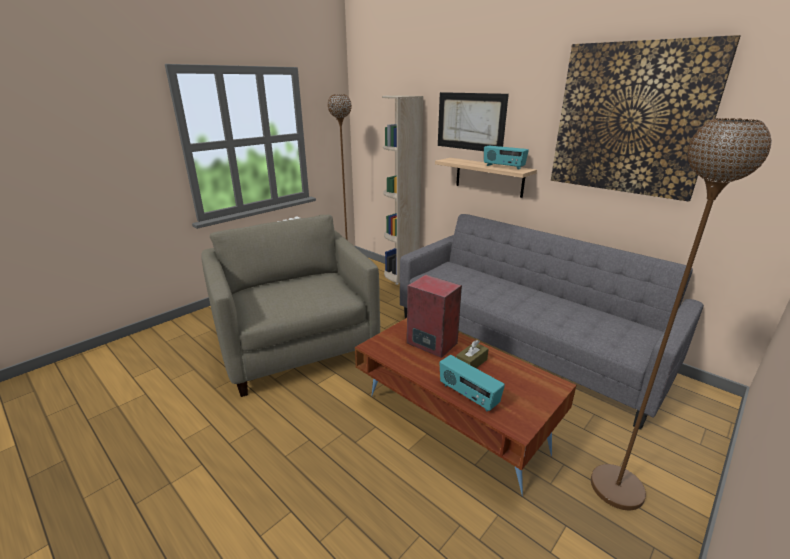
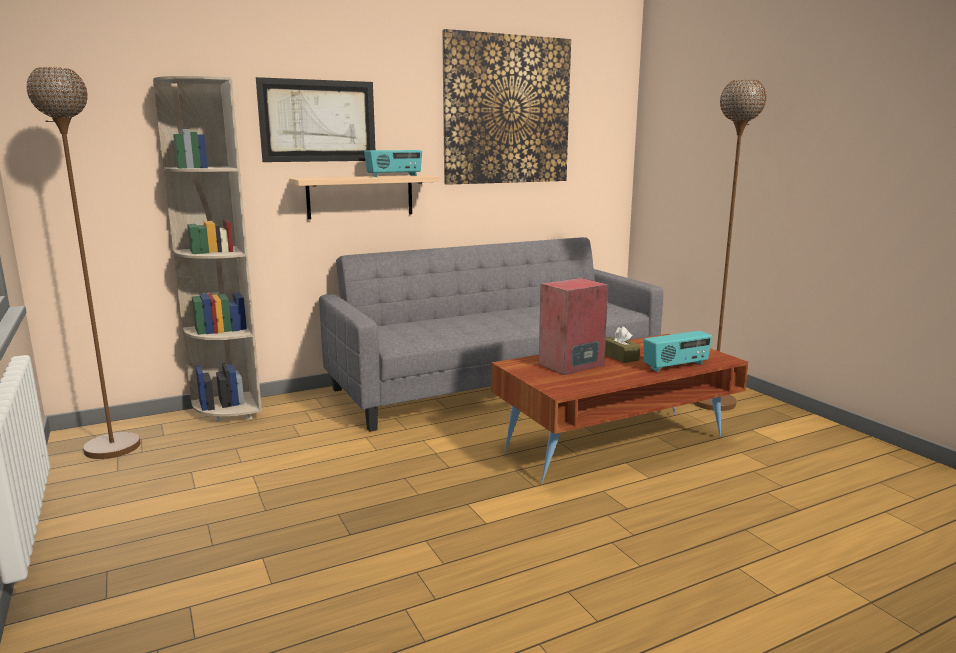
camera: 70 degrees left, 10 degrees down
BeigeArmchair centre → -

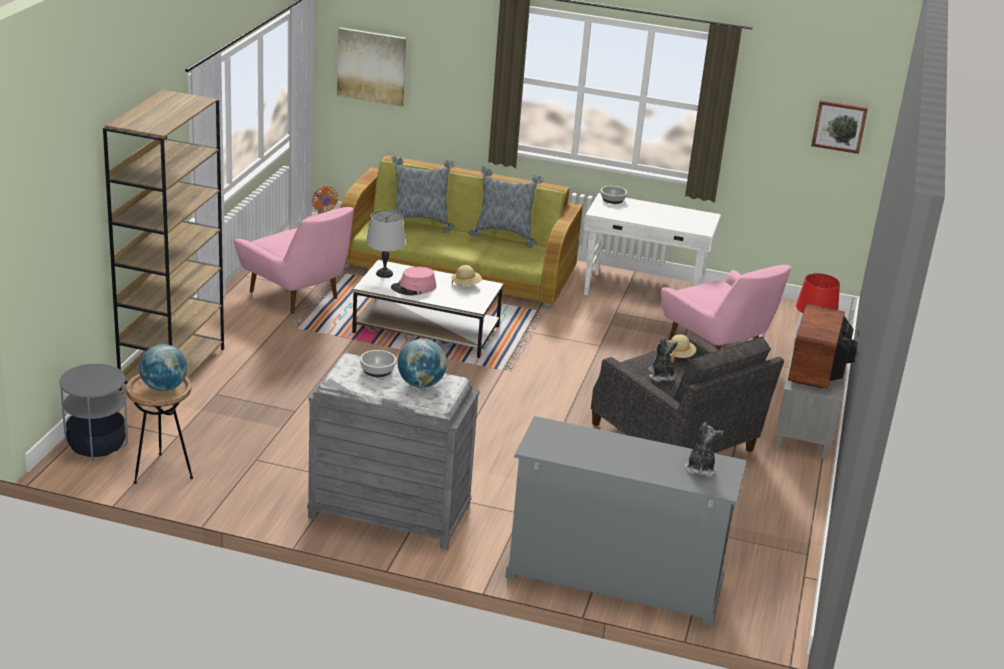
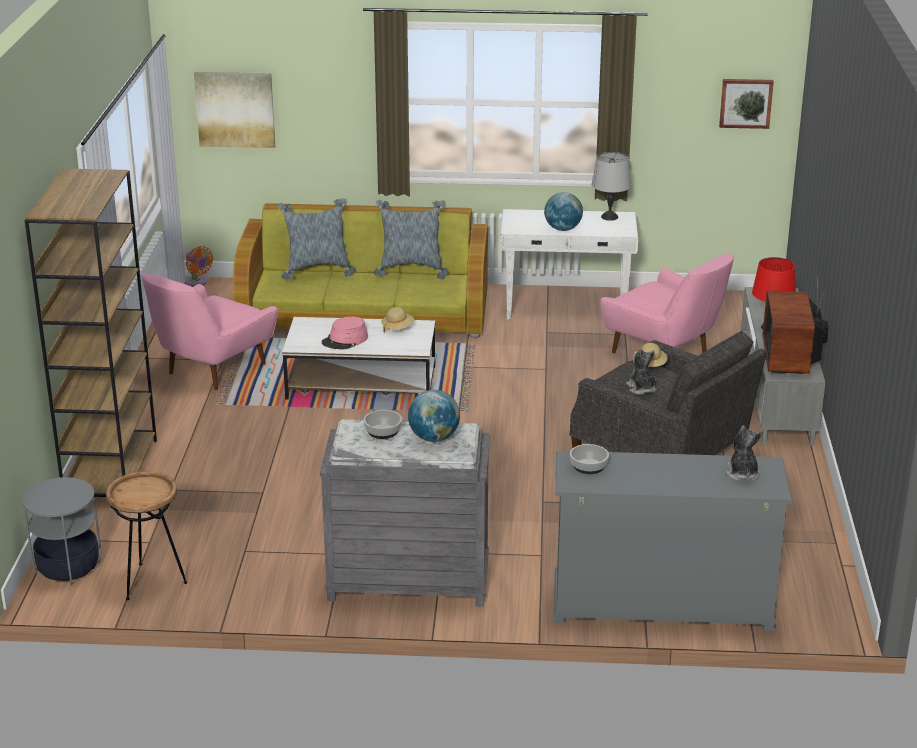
camera: 10 degrees left, 0 degrees up
Bowl (2nd from left) top centre → Bowl (2nd from left) centre, move
PinkArmchair (1st from left) middle left, 90 degrees clockwise
GreyTableLamp centre → GreyTableLamp top centre, move
Globe (1st from left in the first image) middle left → Globe (2nd from left) top centre, move

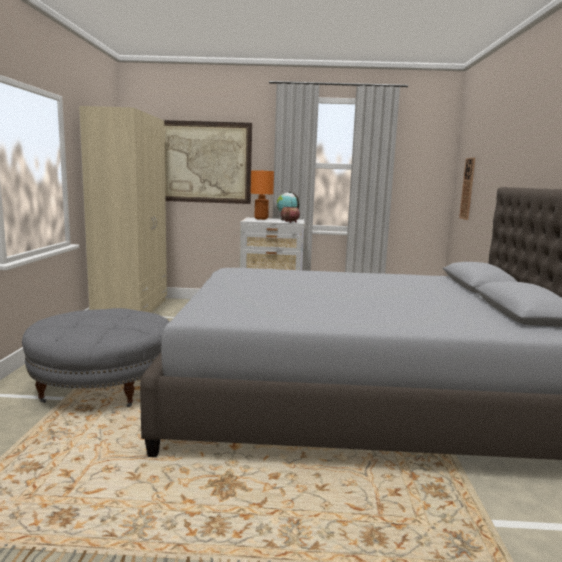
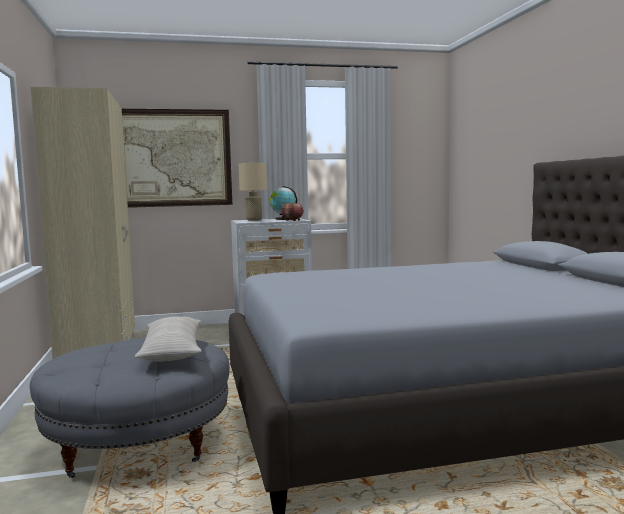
camera: 15 degrees left, 5 degrees down
WallClock middle right → -
OrangeTableLamp centre → BeigeTableLamp centre
- → BeigePillow middle left

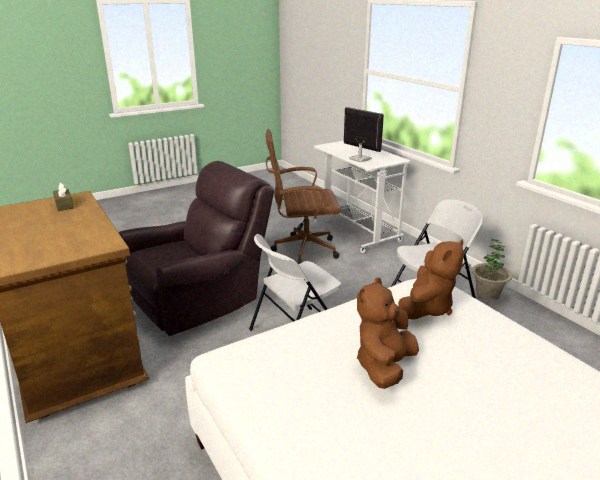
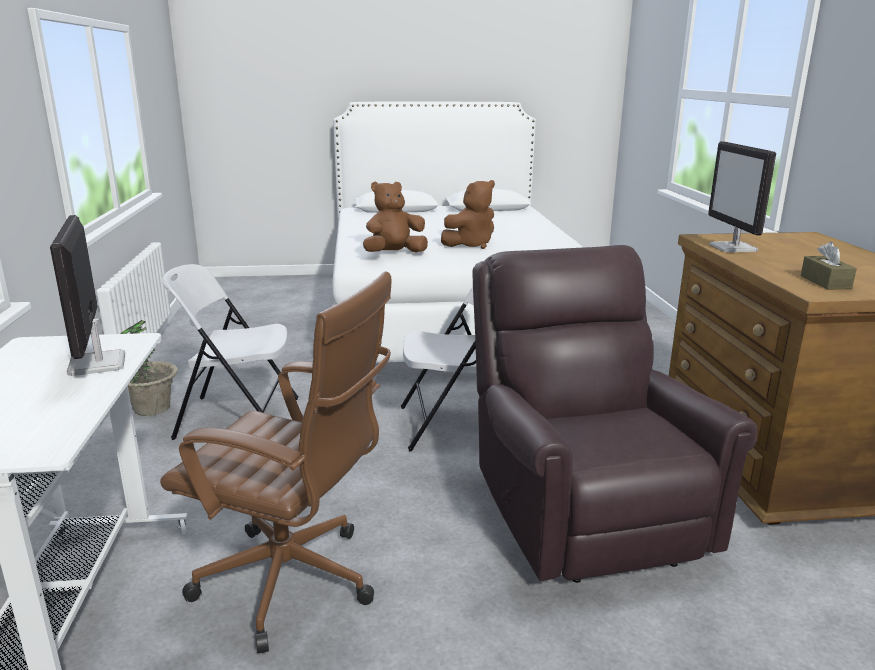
camera: 155 degrees left, 5 degrees down
BrownArmchair middle left → BrownArmchair middle right, 90 degrees clockwise
- → Monitor (2nd from left) top right

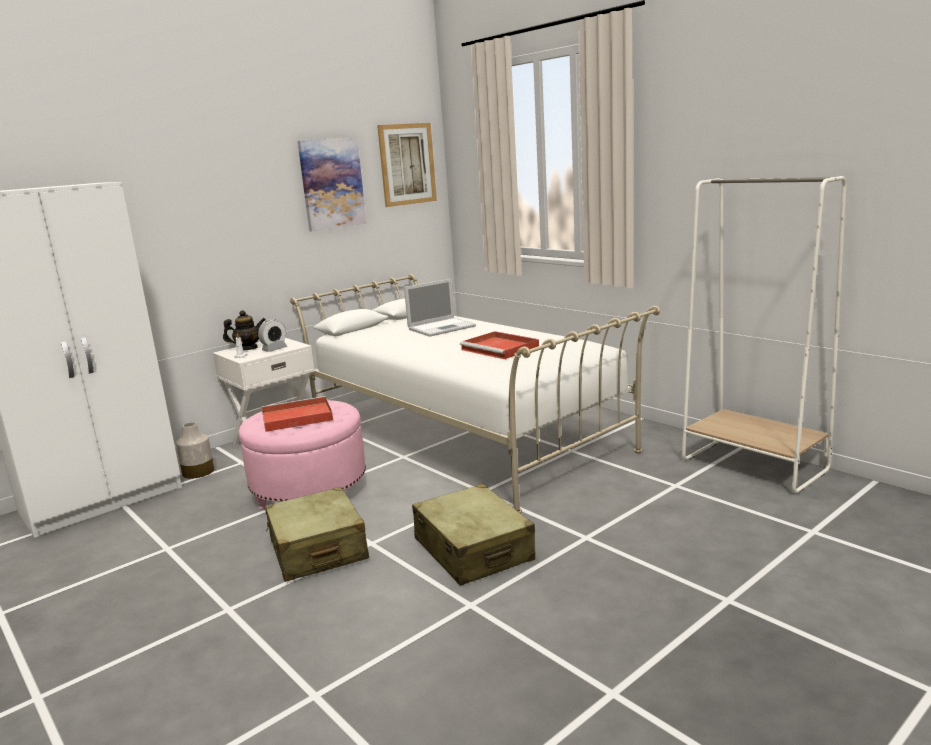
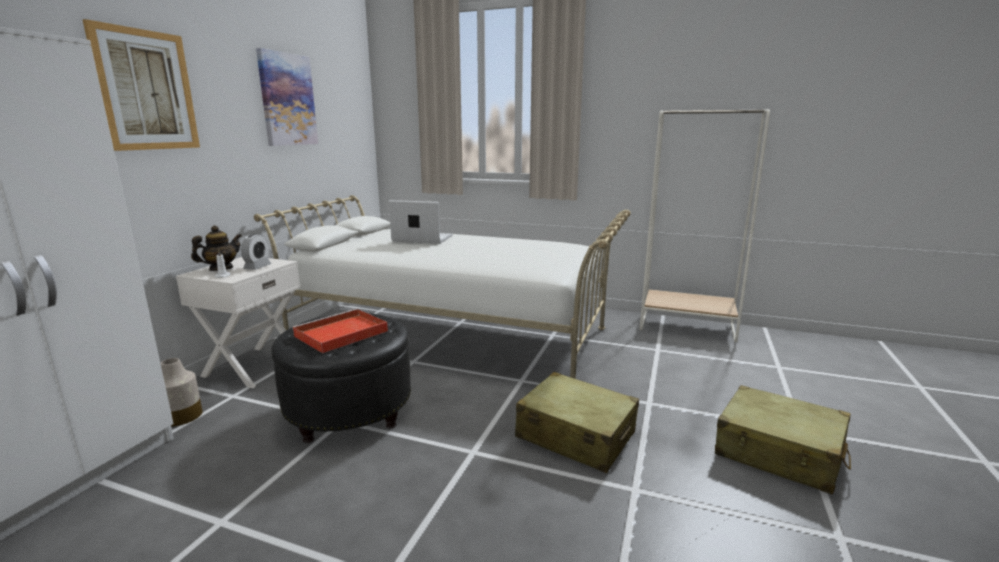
camera: 30 degrees left, 0 degrees up
Picture (2nd from left in the first image) top centre → Picture (1st from left) top left, move
Laptop centre, 105 degrees counterclockwise
RedTray (2nd from left) centre → -
PinkOttoman middle left → BlackOttoman bottom centre
BeigeSuitcase (1st from left in the first image) bottom centre → BeigeSuitcase (2nd from left) bottom right, move

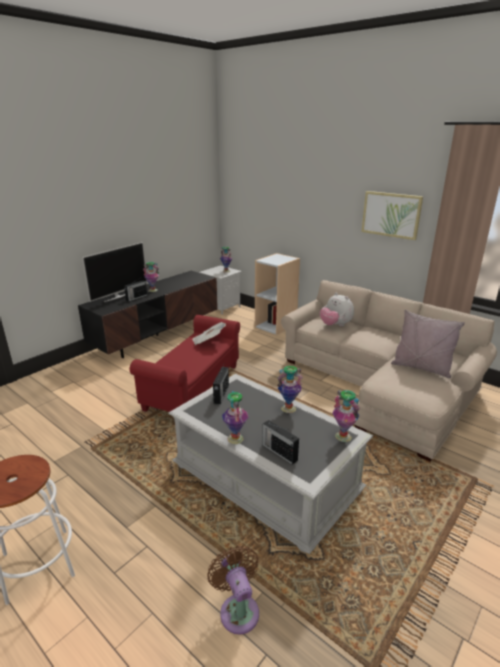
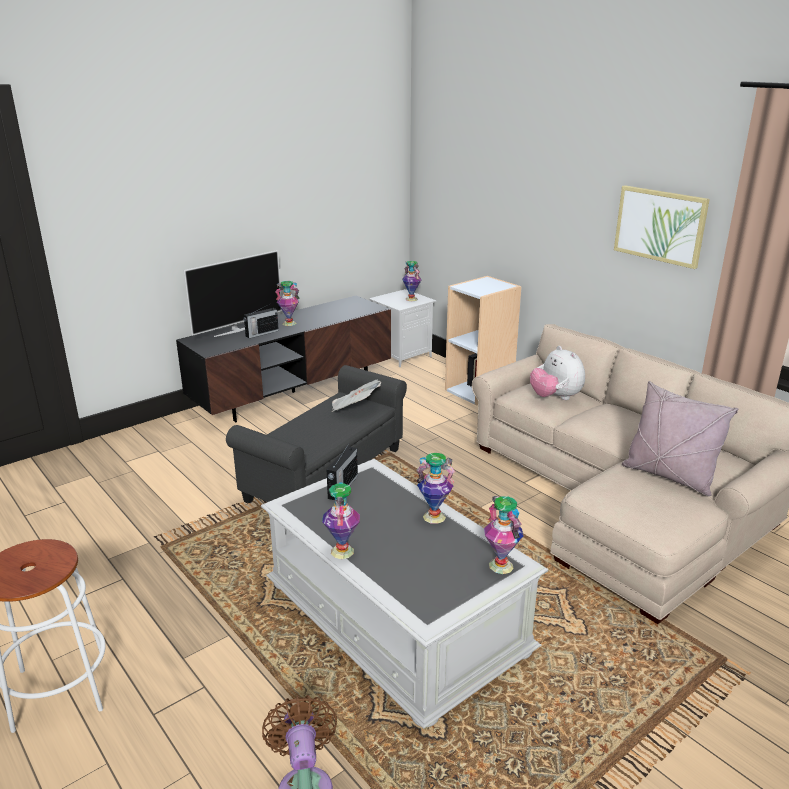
camera: 10 degrees right, 0 degrees up
RedOttoman centre → GreyOttoman centre
Radio (3rd from left) centre → -

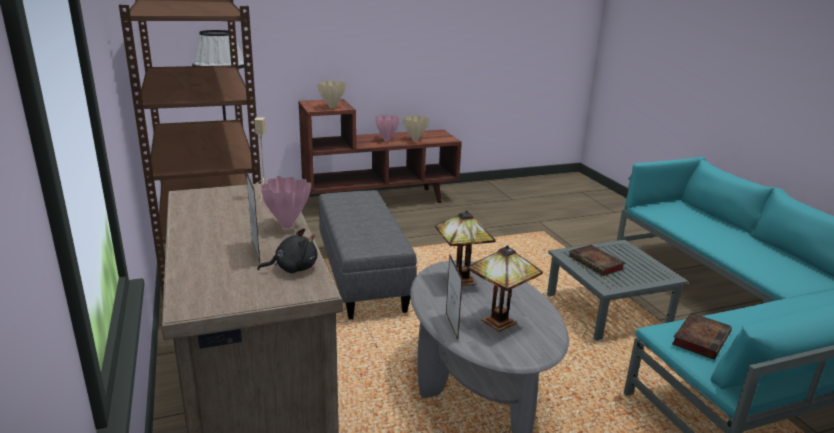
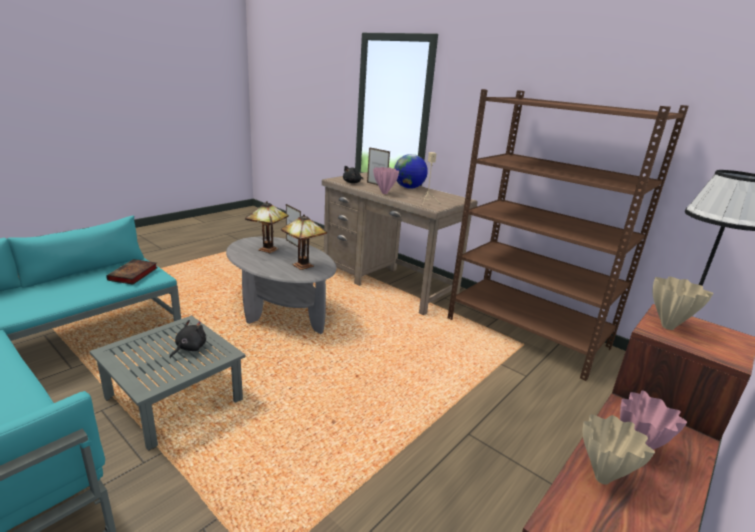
camera: 150 degrees right, 0 degrees up
GreyOttoman centre → -
Book (1st from left) middle right → BlackPlushToy (1st from left) middle left
- → Globe top centre

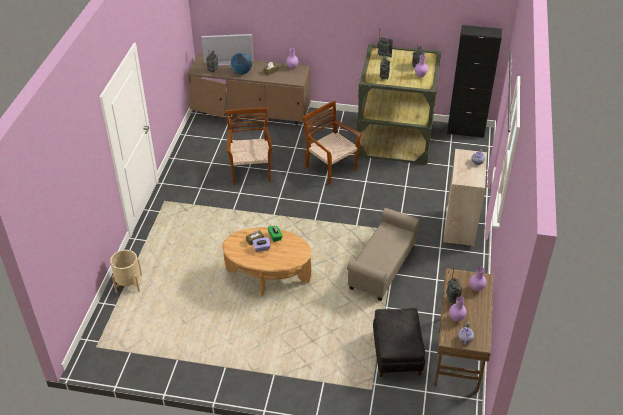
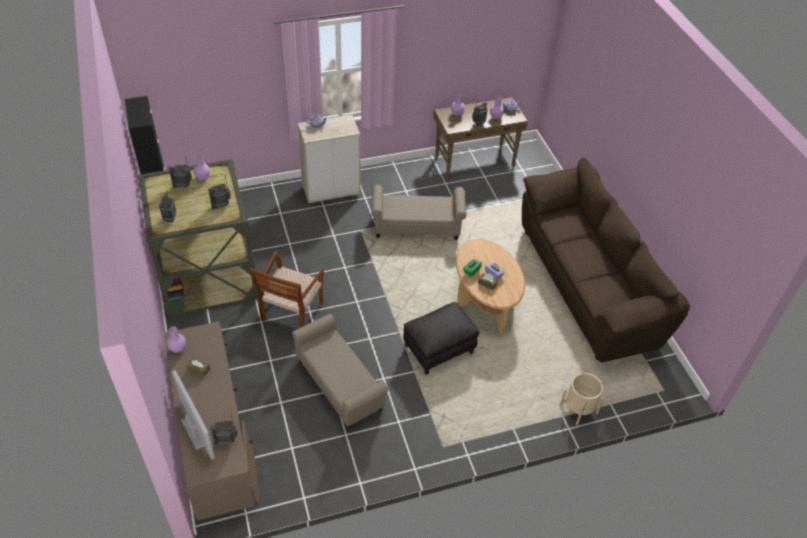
camera: 120 degrees left, 5 degrees up
Globe top centre → -
BrownArmchair (1st from left) centre → BeigeOttoman (1st from left) bottom centre
BlackOttoman bottom centre → BlackOttoman centre, move
- → BrownSofa middle right

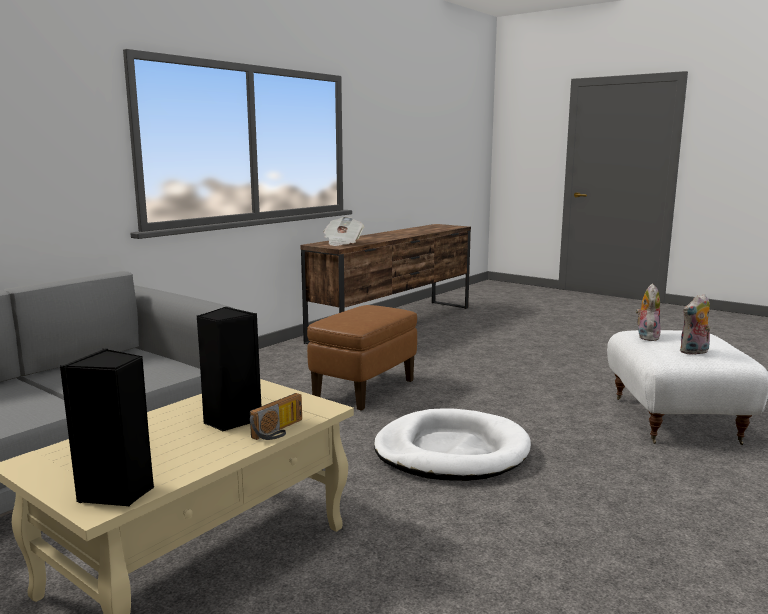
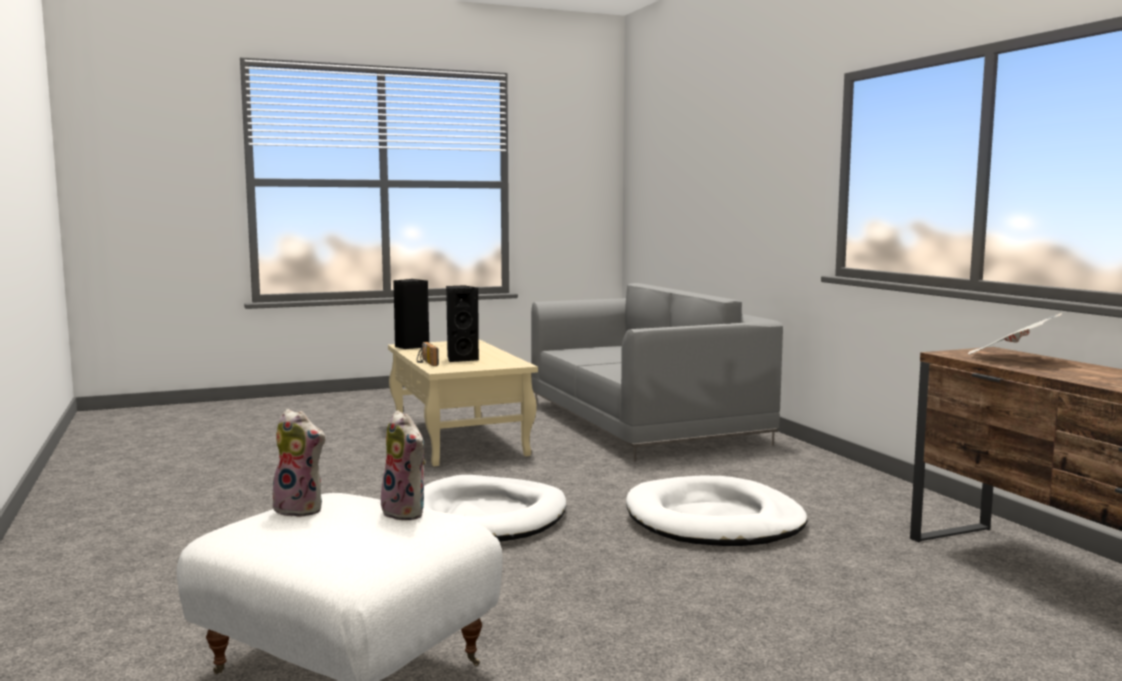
camera: 120 degrees right, 5 degrees down
PlushToy (2nd from left in the first image) middle right → PlushToy (1st from left) bottom left, 105 degrees clockwise
BrownOttoman centre → WhiteDogBed (2nd from left) bottom centre

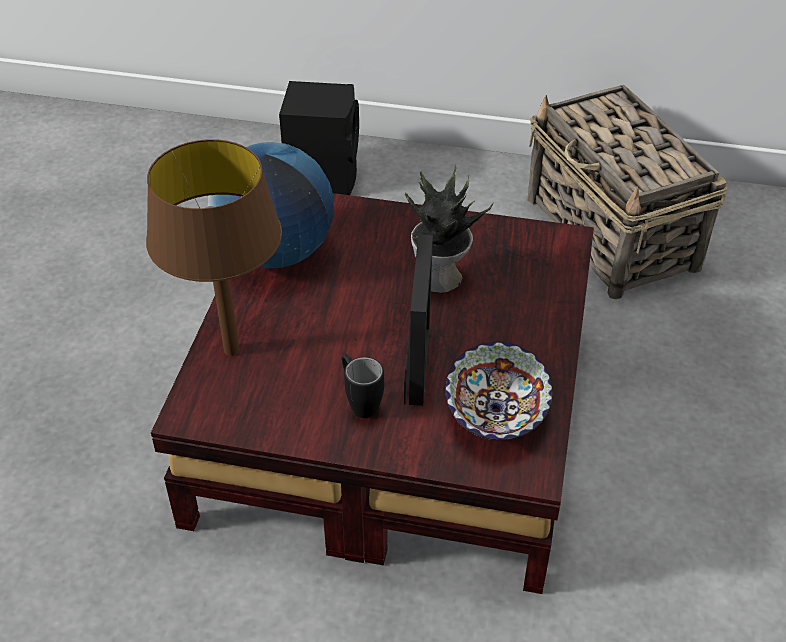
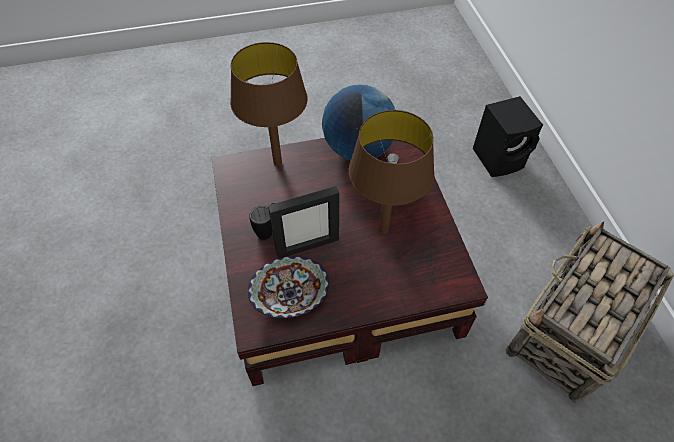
camera: 65 degrees right, 10 degrees up
PottedPlant centre → BrownTableLamp (2nd from left) centre

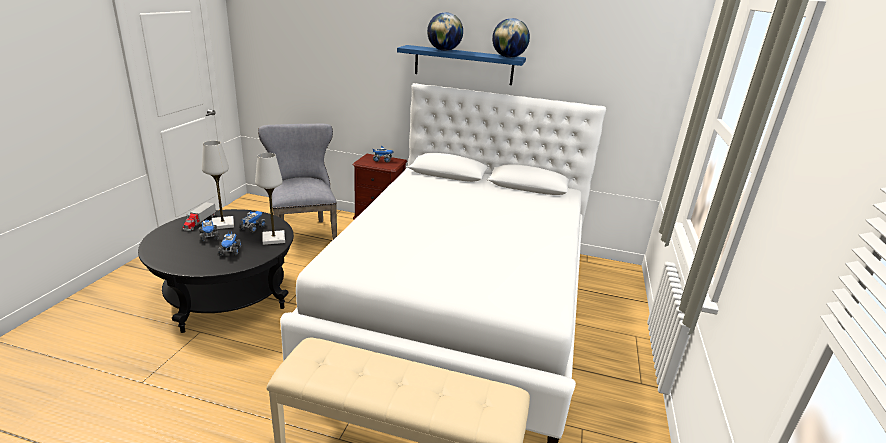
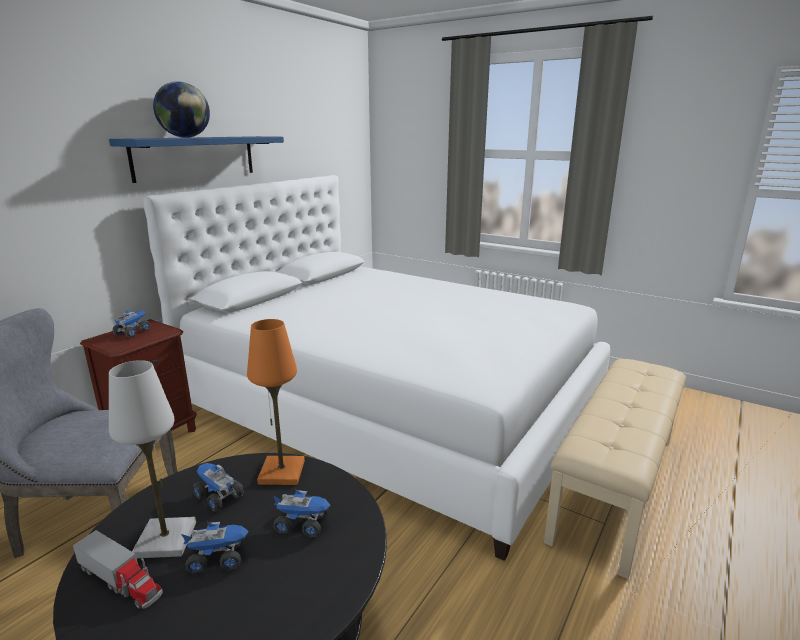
camera: 70 degrees left, 5 degrees down
Globe (2nd from left) top centre → -
WhiteTableLamp (2nd from left) middle left → OrangeTableLamp centre

